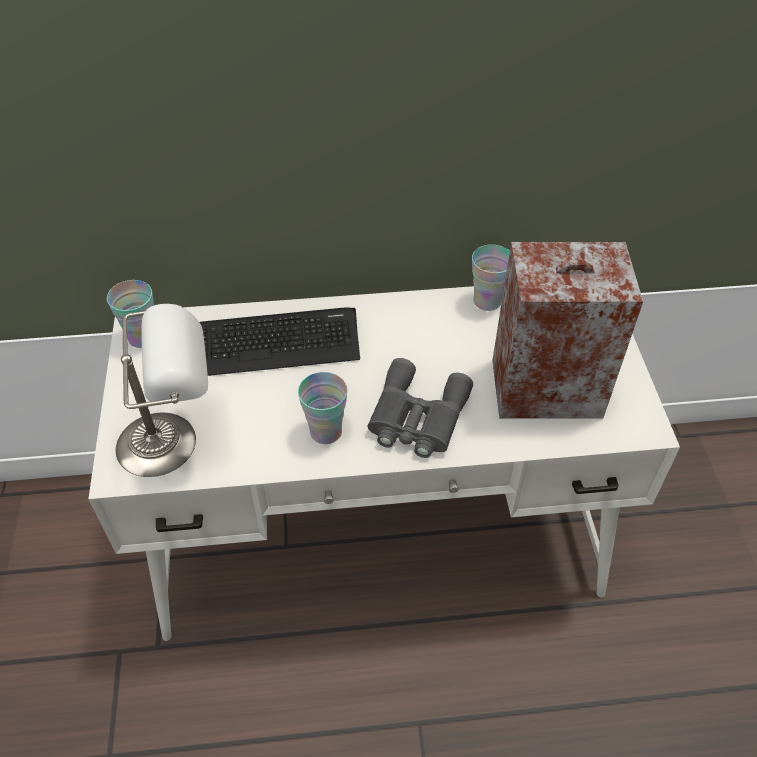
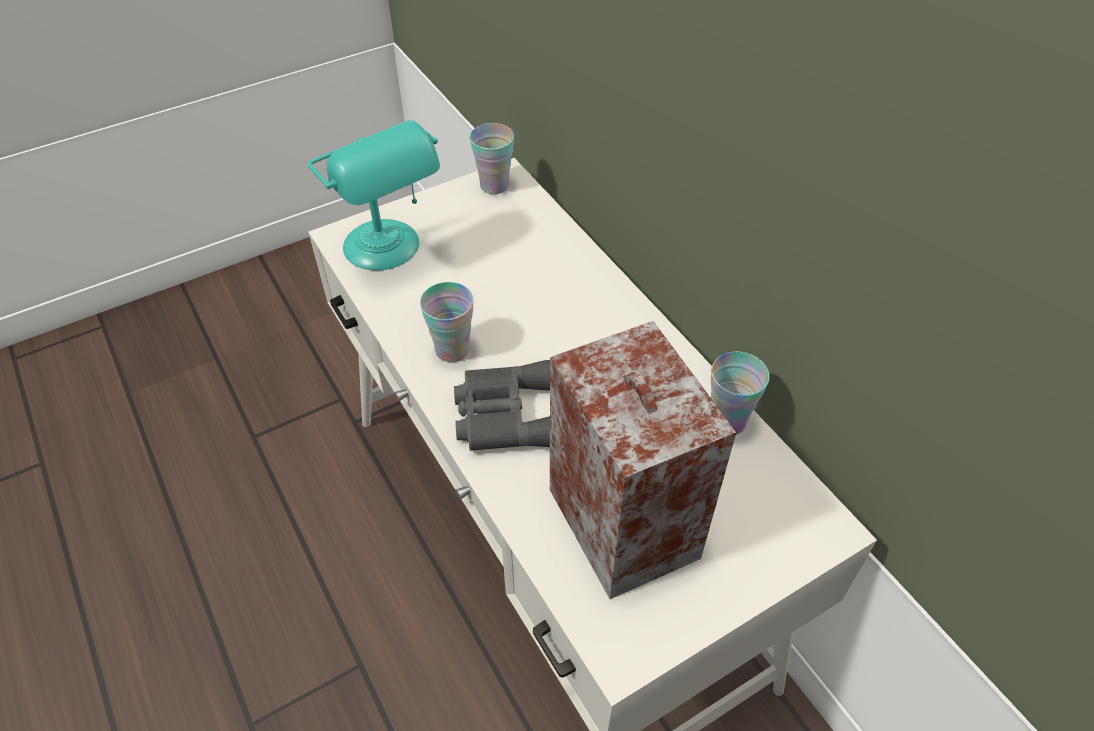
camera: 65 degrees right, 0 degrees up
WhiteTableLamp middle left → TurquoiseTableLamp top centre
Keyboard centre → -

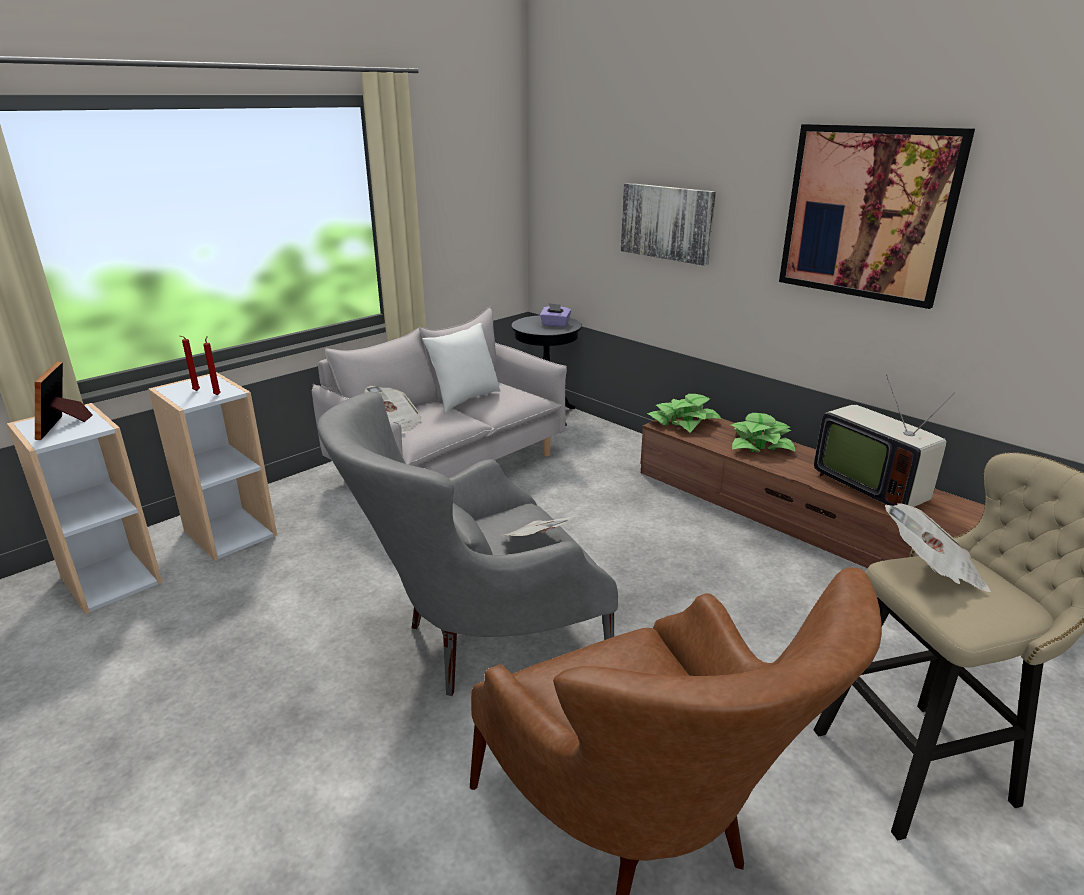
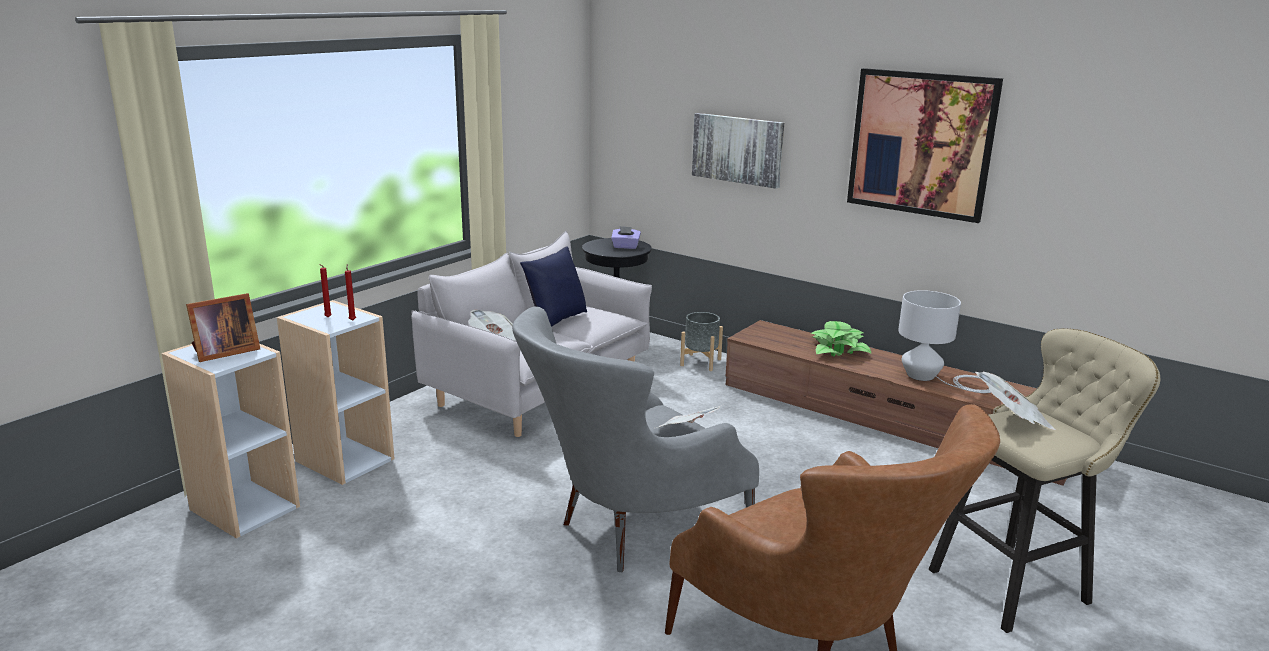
camera: 10 degrees left, 5 degrees down
WhitePillow centre → BluePillow centre
PictureFrame middle left, 105 degrees counterclockwise
Television middle right → GreyTableLamp middle right
PottedPlant (1st from left) centre → -
- → GreyPlanter centre

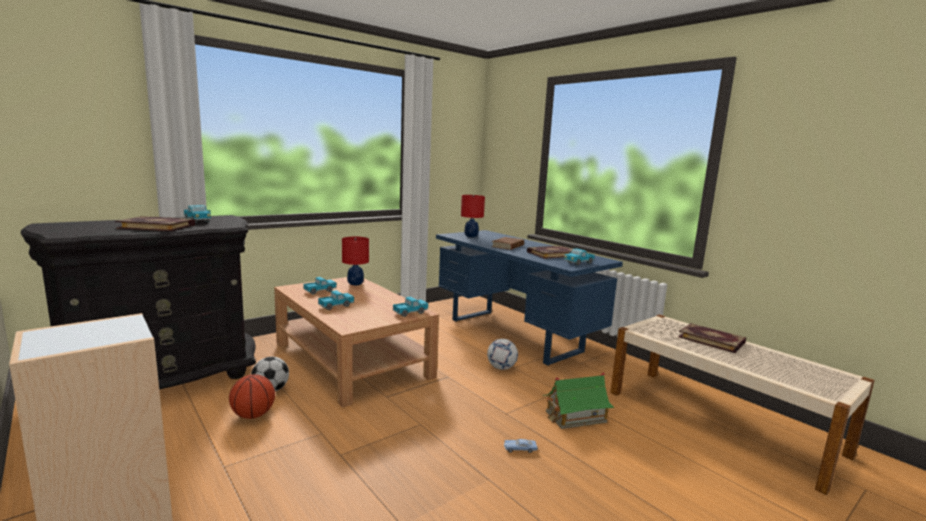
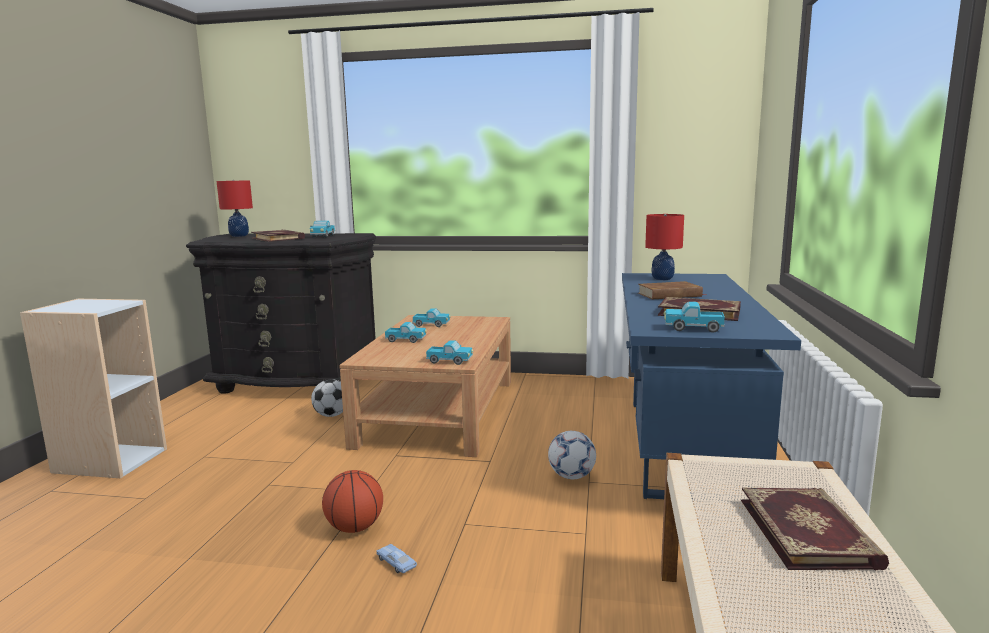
camera: 50 degrees right, 0 degrees up
RedTableLamp (1st from left) centre → RedTableLamp (1st from left) top left, move
ToyHouse bottom centre → -
Basketball bottom left → Basketball bottom centre, move

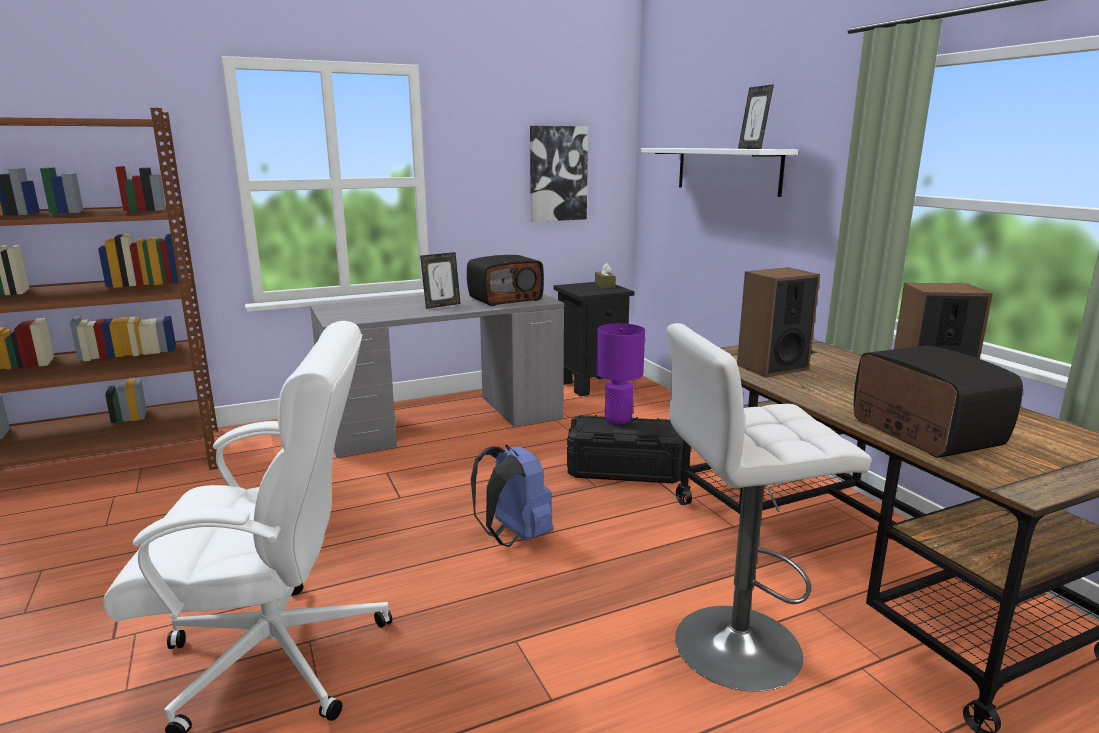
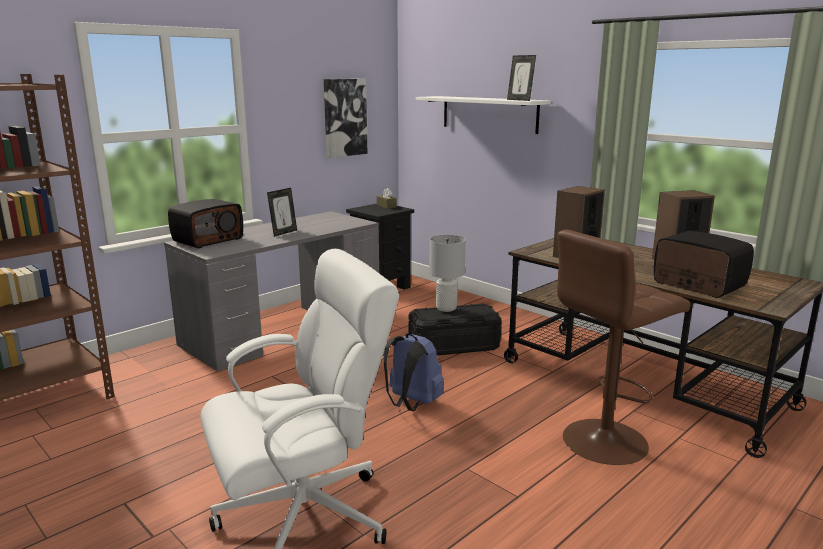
camera: 20 degrees left, 0 degrees up
Radio (1st from left) centre → Radio (1st from left) middle left, move
PurpleTableLamp centre → GreyTableLamp centre
WhiteStool bottom right → BrownStool middle right

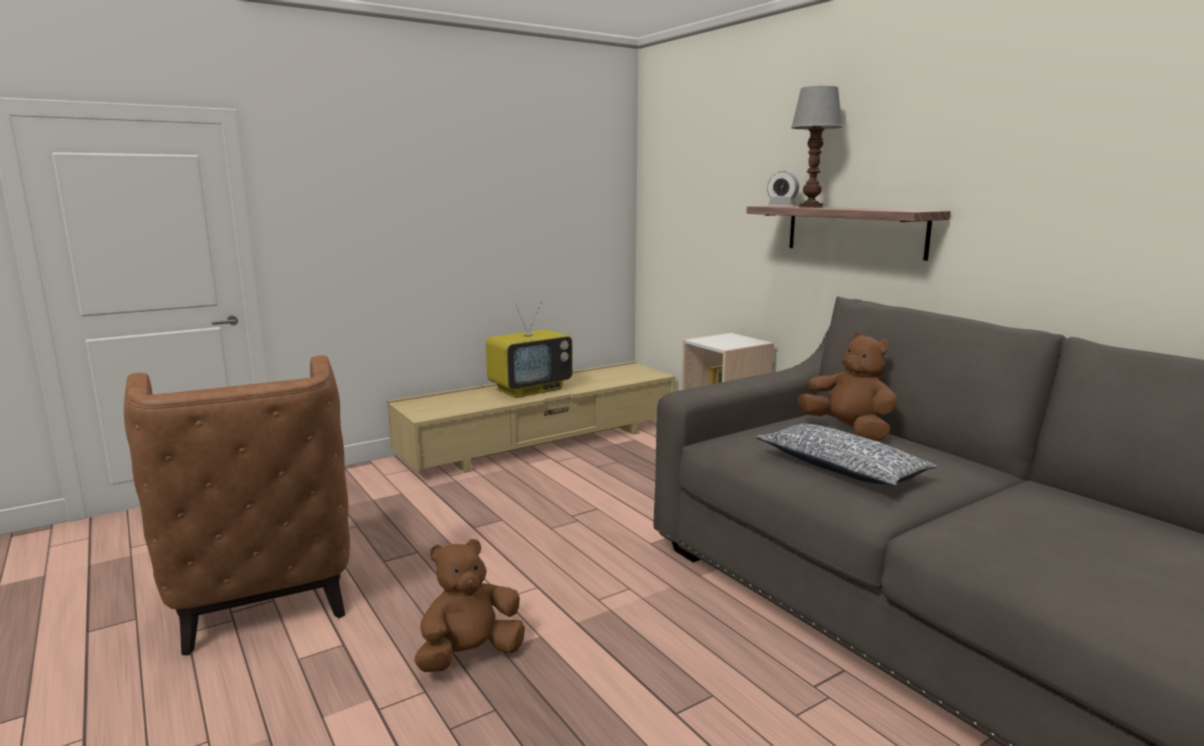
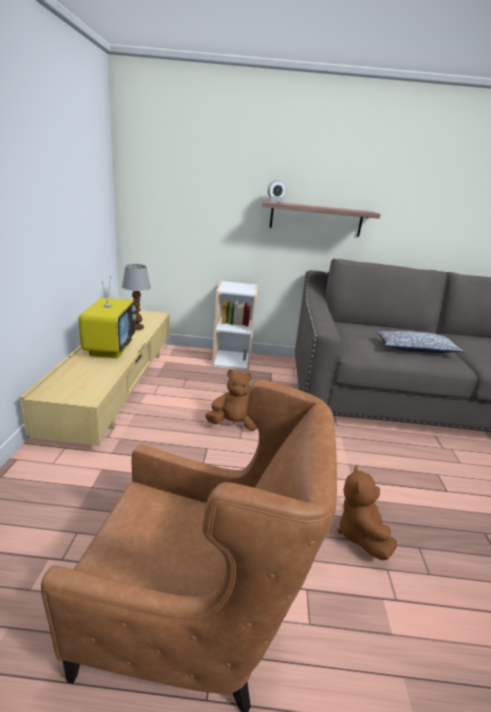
camera: 55 degrees left, 10 degrees up
TableLamp top right → TableLamp middle left, move
BrownPlushToy (2nd from left in the first image) middle right → BrownPlushToy (1st from left) centre, move

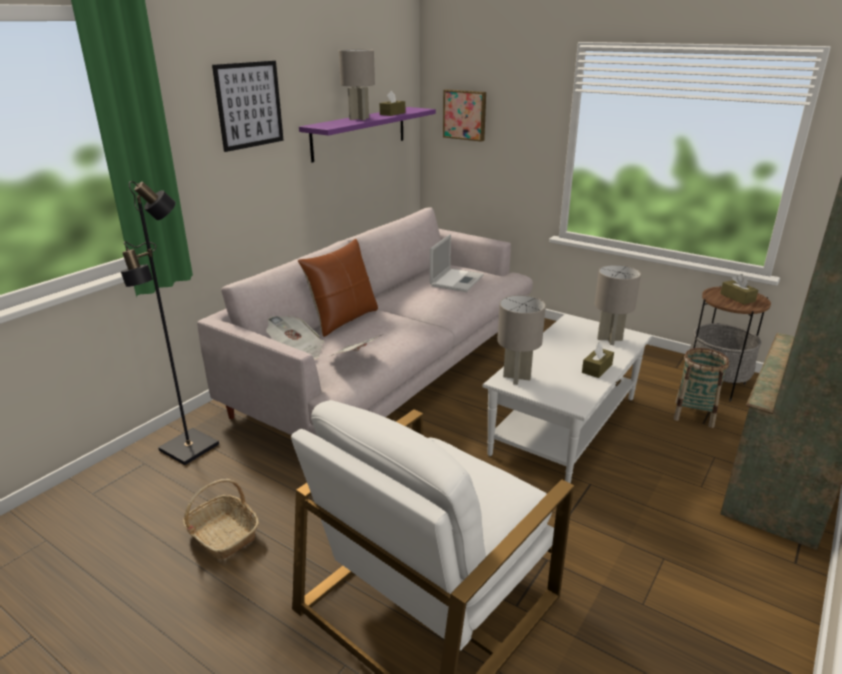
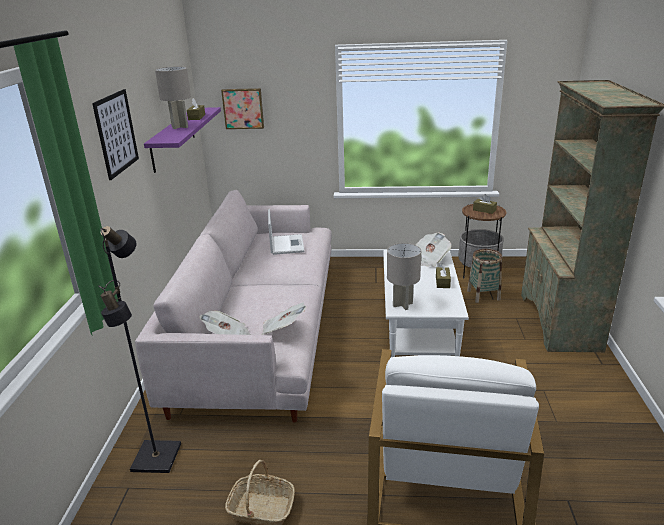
camera: 30 degrees left, 0 degrees up
BrownPillow centre → -
GreyTableLamp (3rd from left) middle right → Newspaper (3rd from left) centre

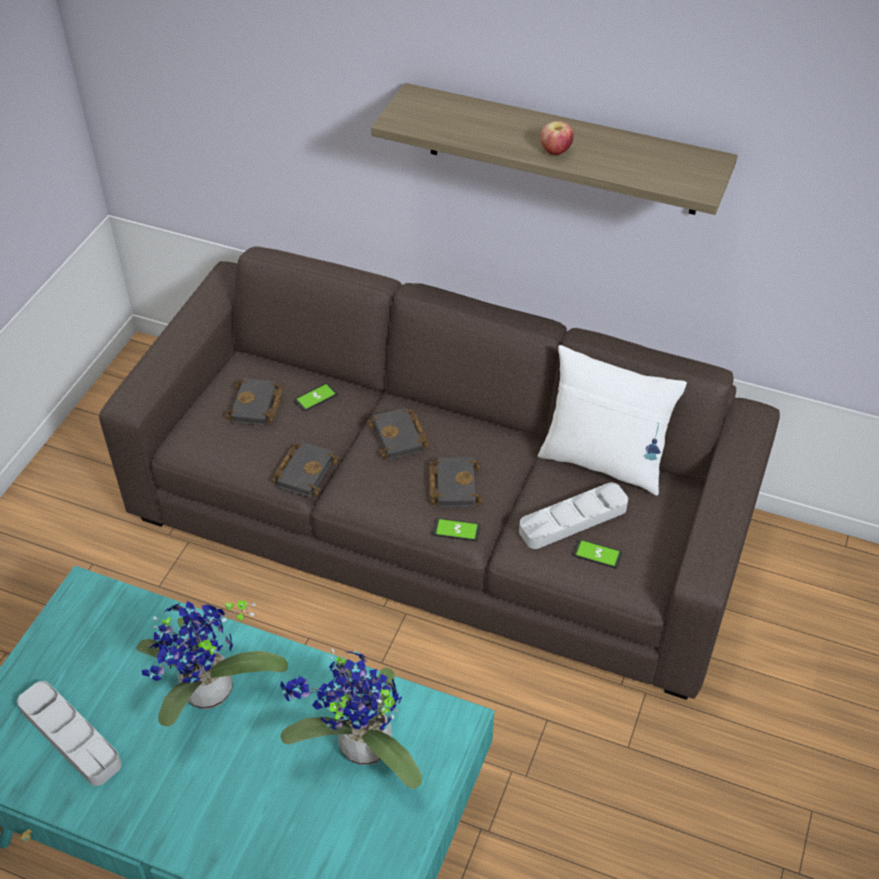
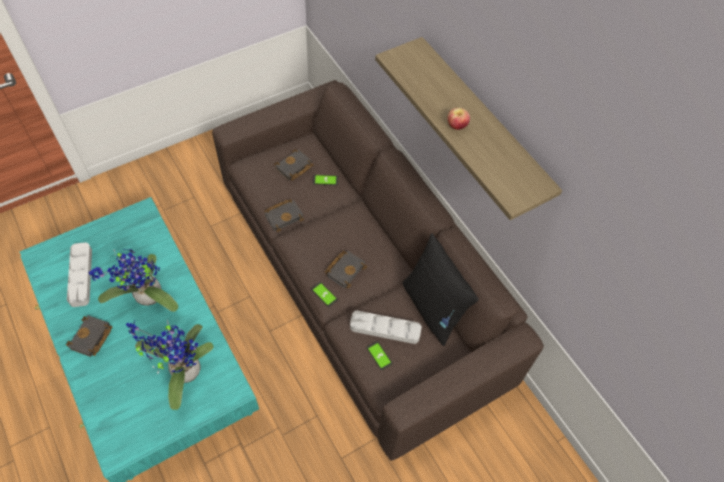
camera: 35 degrees right, 10 degrees up
WhitePillow middle right → BlackPillow centre
BlackBook (3rd from left in the first image) centre → BlackBook (1st from left) bottom left, move

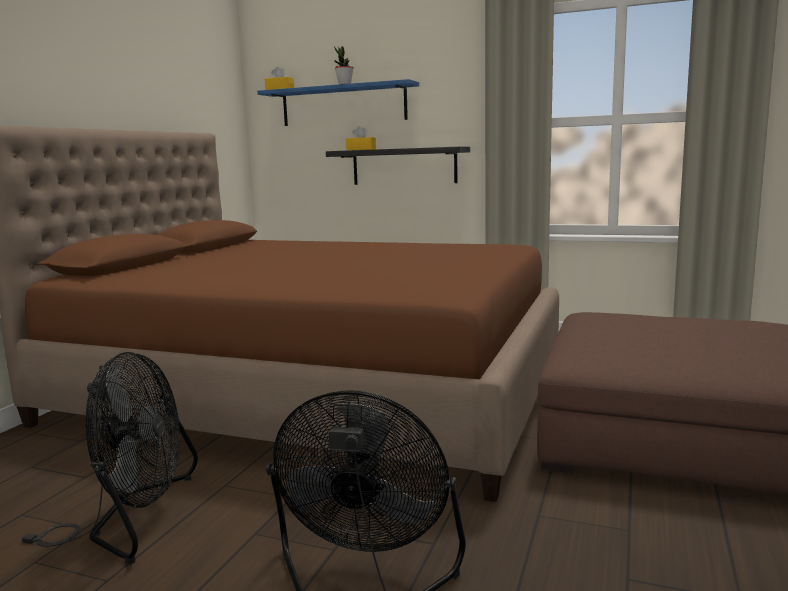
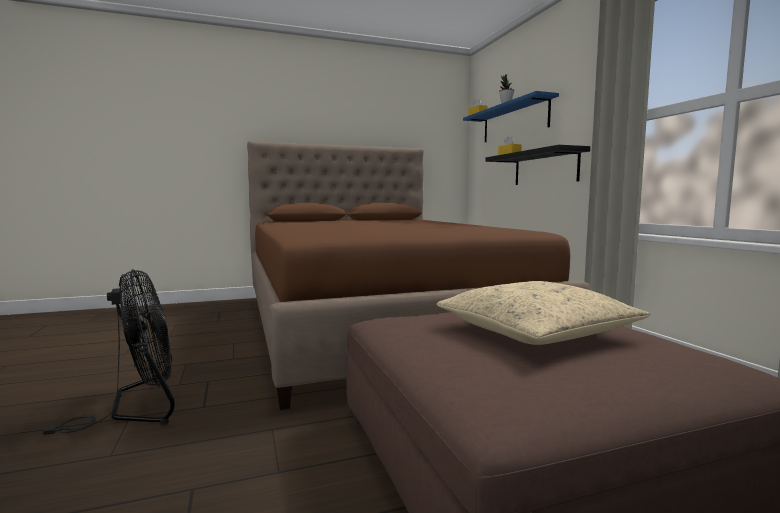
camera: 50 degrees right, 5 degrees down
BlackFan (1st from left) bottom left → -
- → BeigePillow middle right

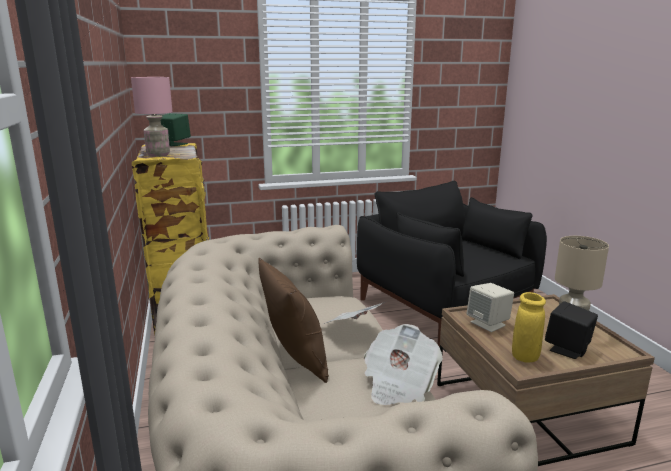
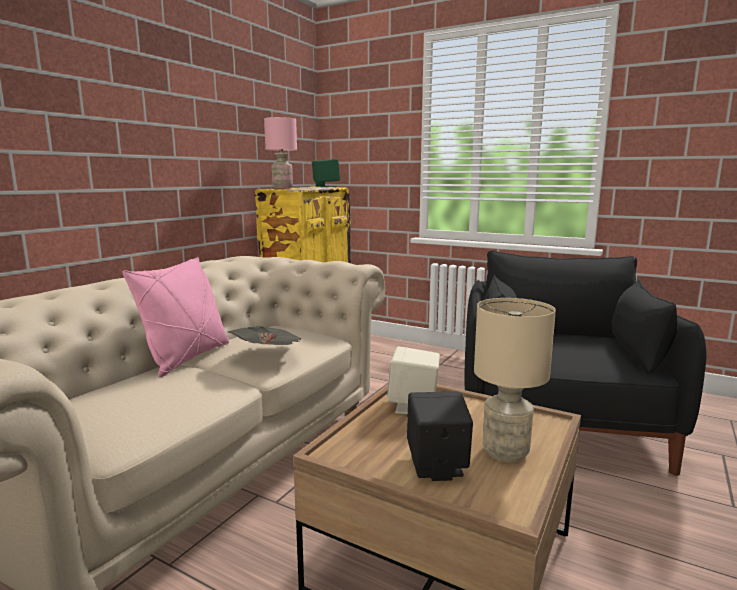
camera: 45 degrees right, 5 degrees down
BrownPillow bottom centre → PinkPillow middle left
YellowVase bottom right → -
Newspaper (2nd from left) bottom centre → -

